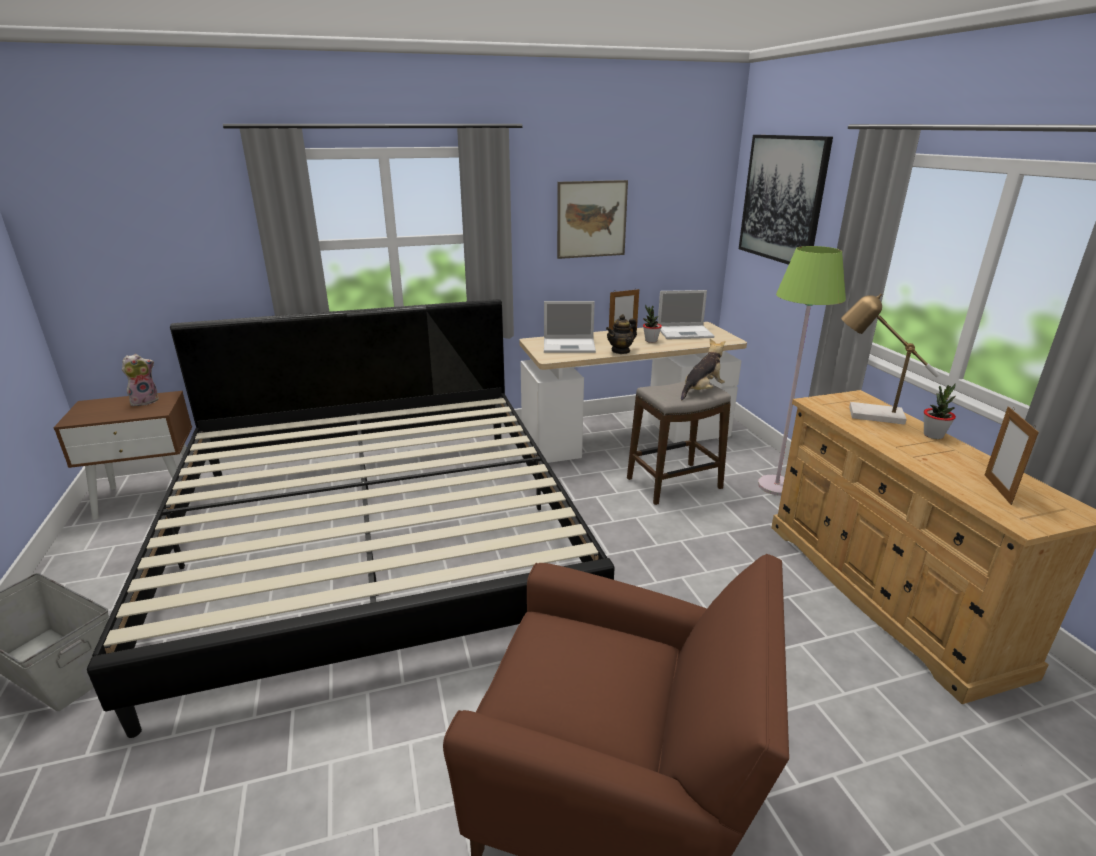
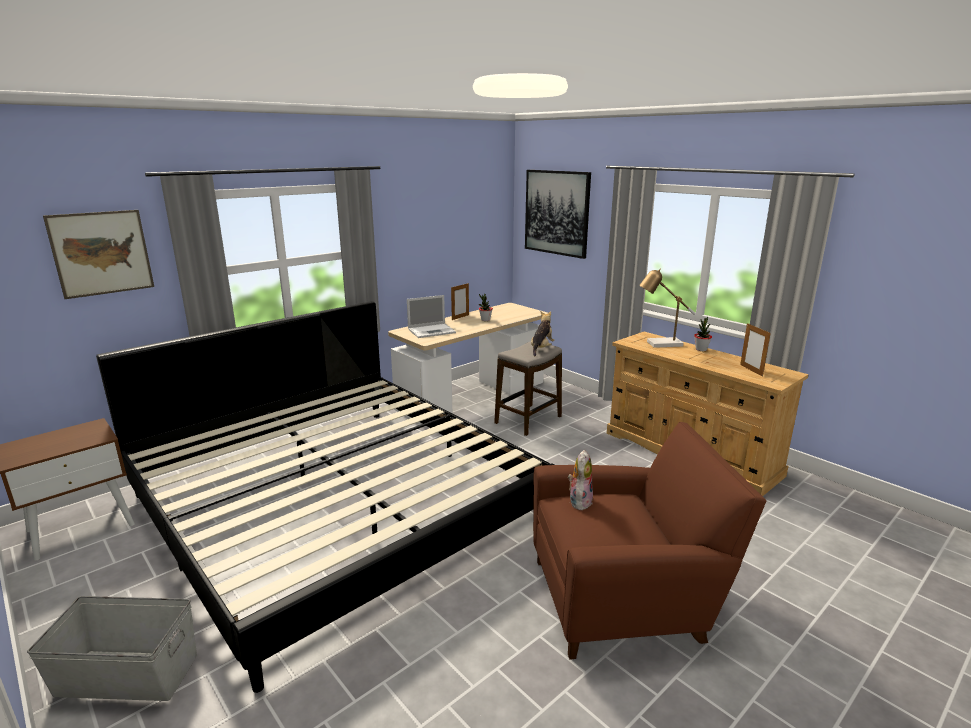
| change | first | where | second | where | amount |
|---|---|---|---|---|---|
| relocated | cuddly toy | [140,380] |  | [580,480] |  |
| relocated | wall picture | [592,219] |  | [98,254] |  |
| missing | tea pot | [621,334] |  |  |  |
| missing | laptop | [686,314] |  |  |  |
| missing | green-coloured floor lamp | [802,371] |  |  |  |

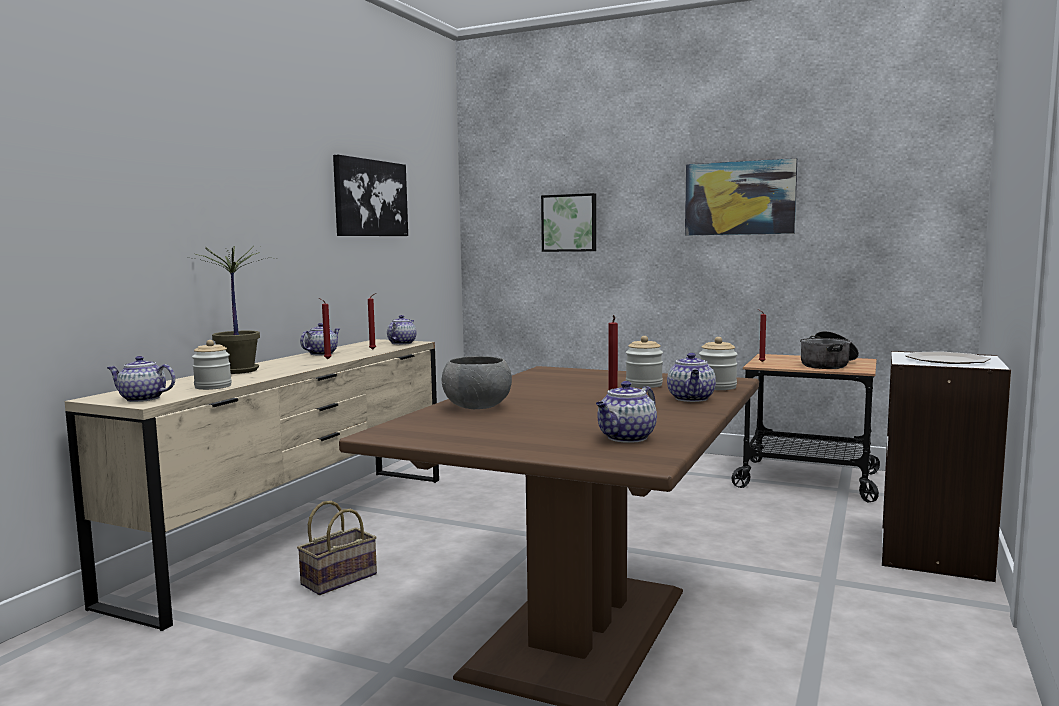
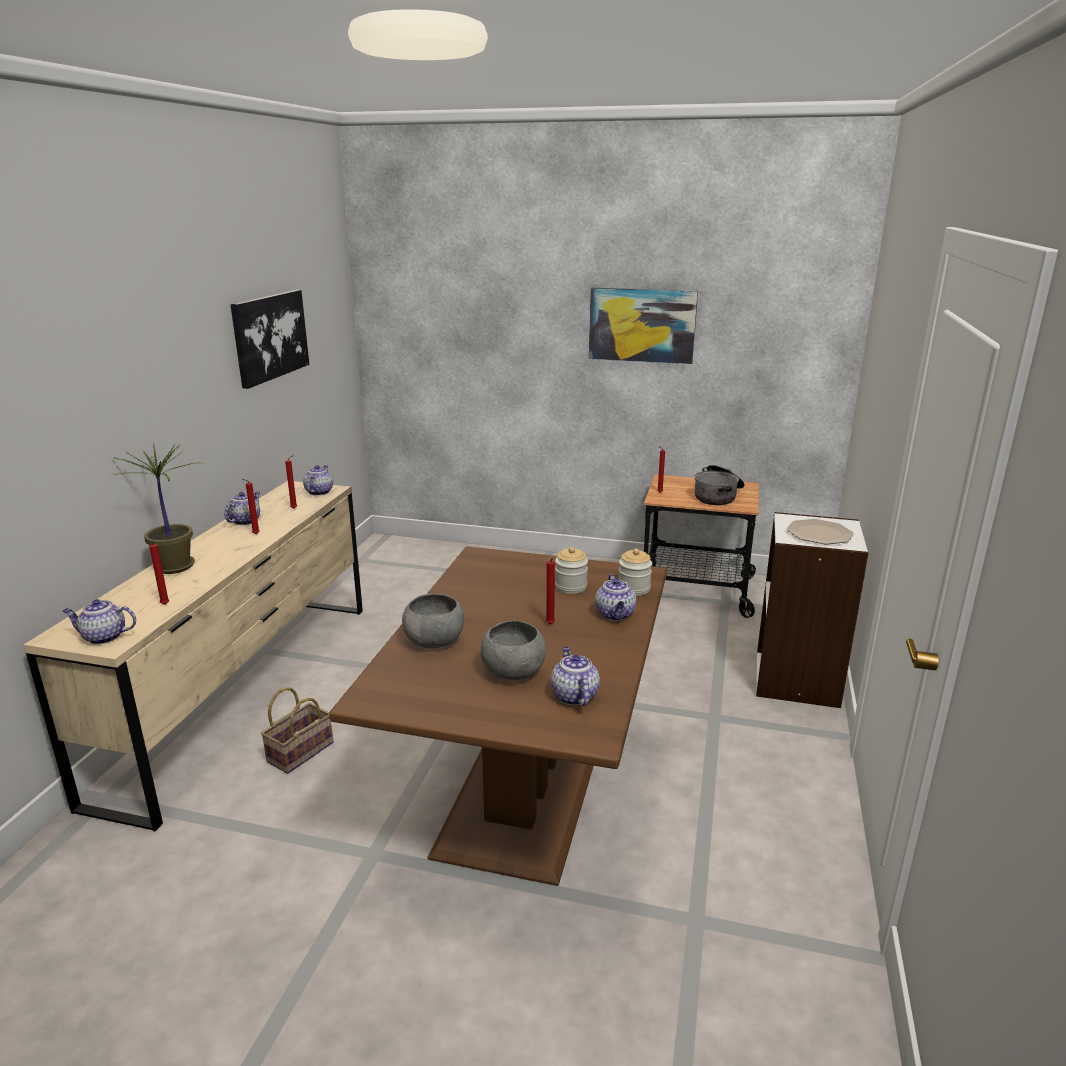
| change | first | where | second | where | amount |
|---|---|---|---|---|---|
| exchanged | storage jar | [212,365] | red wax light | [158,573] |  |
| missing | wall picture | [568,222] |  |  |  |
| spun | tea pot | [626,412] |  | [575,676] | 135 degrees clockwise |
| appeared |  |  | gray serving bowl | [513,650] |  |

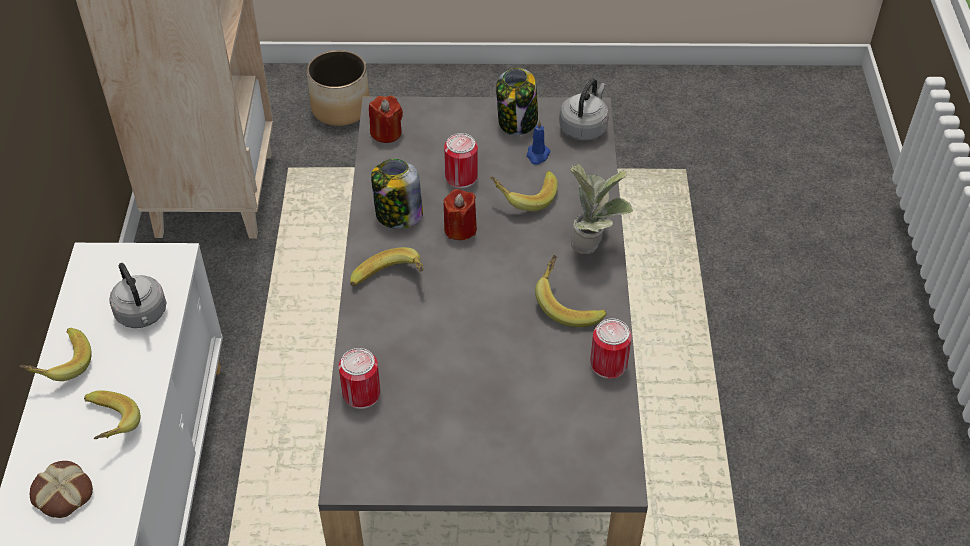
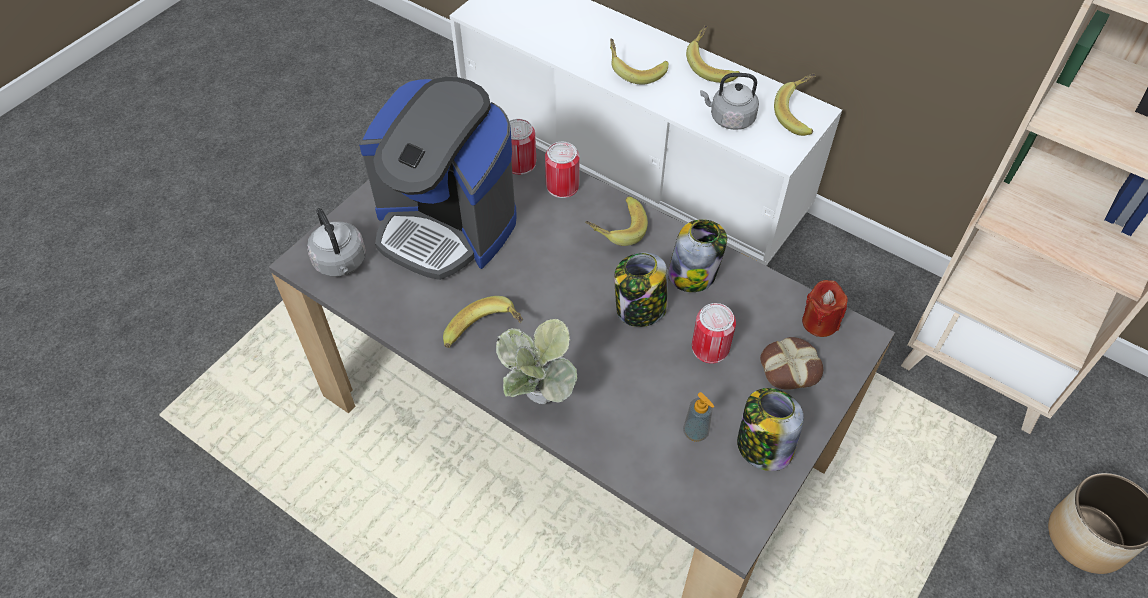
| change | first | where | second | where | amount |
|---|---|---|---|---|---|
| relocated | baked bread | [61,489] |  | [791,363] |  |
| exchanged | red wax light | [460,214] | storage jar | [641,289] |  |
| relocated | whole banana | [524,191] |  | [794,104] |  |
| exchanged | bluish wax light | [539,142] | soap dispenser | [698,417] |  |
| relocated | gray kettle | [584,109] |  | [336,242] |  |
| relocated | metal can | [611,348] |  | [562,170] |  |
| appeared |  |  | coffee machine | [438,178] |  |

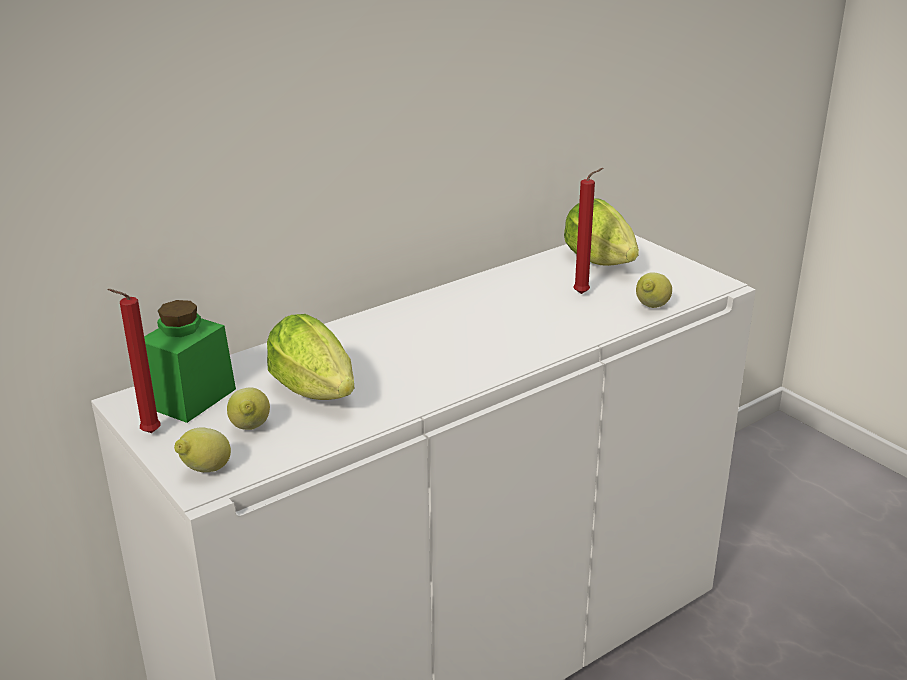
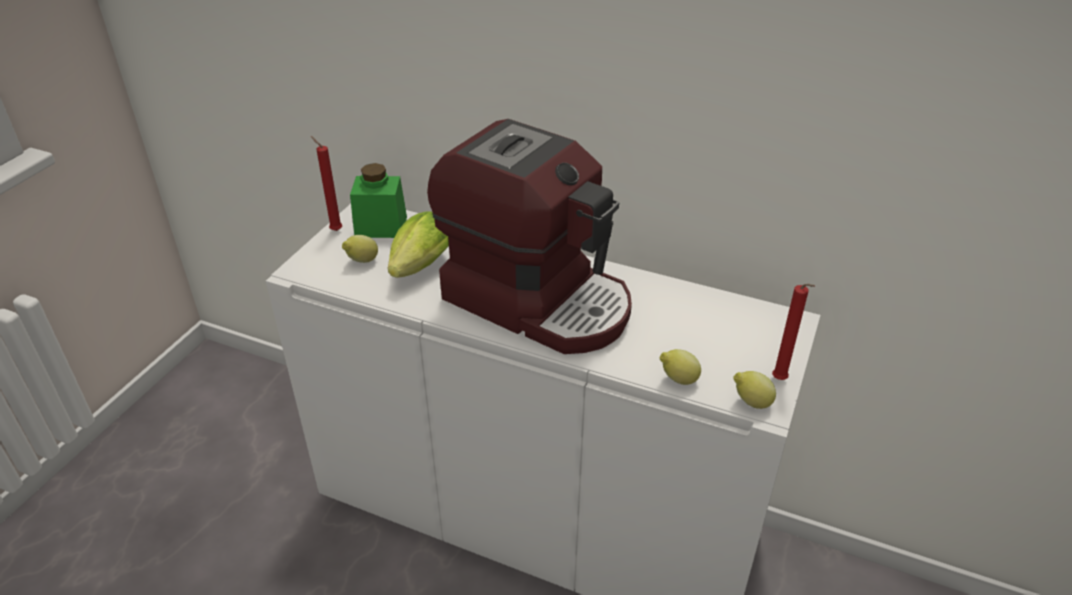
| change | first | where | second | where | amount |
|---|---|---|---|---|---|
| relocated | lemon | [202,450] |  | [754,390] |  |
| missing | lettuce head | [601,232] |  |  |  |
| relocated | red wax light | [588,231] |  | [793,332] |  |
| appeared |  |  | coffee machine | [529,236] |  |

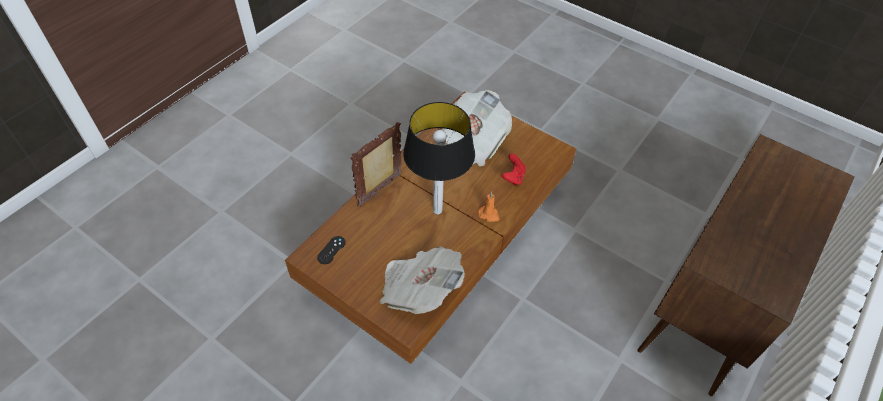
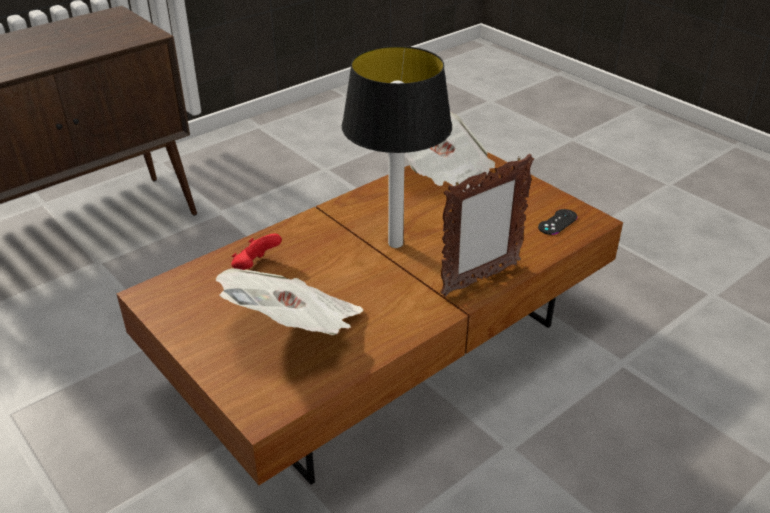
| change | first | where | second | where | amount |
|---|---|---|---|---|---|
| missing | orangey wax light | [489,207] |  |  |  |

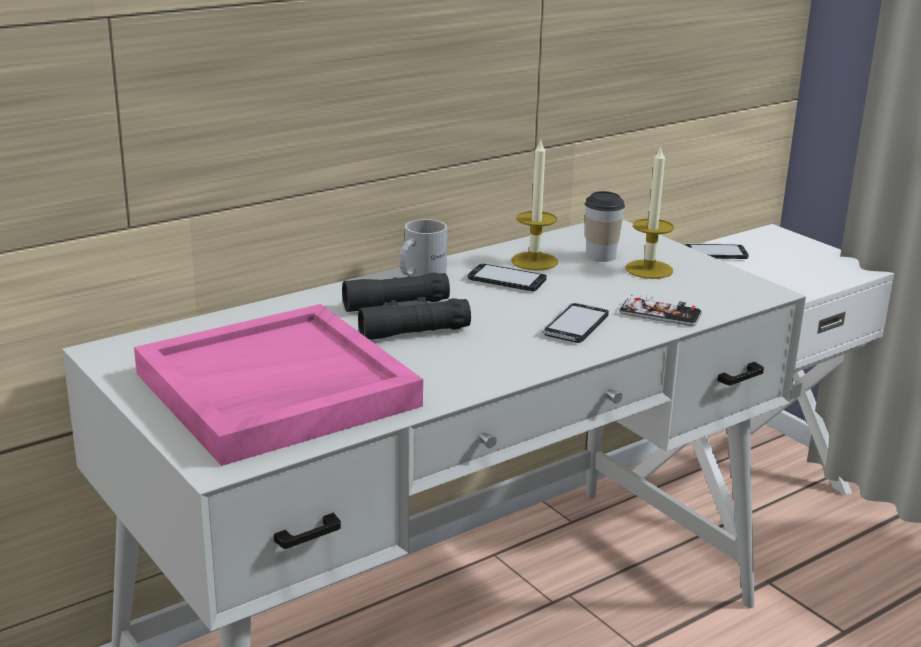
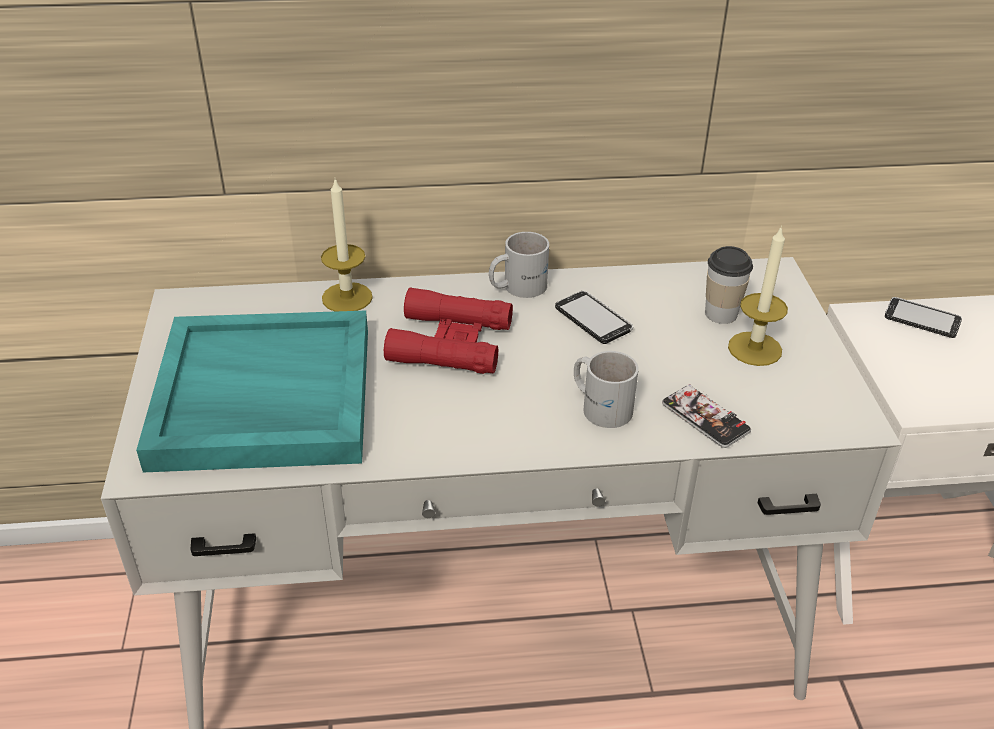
| change | first | where | second | where | amount |
|---|---|---|---|---|---|
| colour | pink-coloured carrying tray | [278,385] | turquoise-coloured carrying tray | [252,392] |  |
| colour | black-coloured binoculars | [406,306] | red binoculars | [448,330] |  |
| relocated | wax light | [534,205] |  | [347,244] |  |
| exchanged | telephone | [575,323] | whitish mug | [606,389] |  |

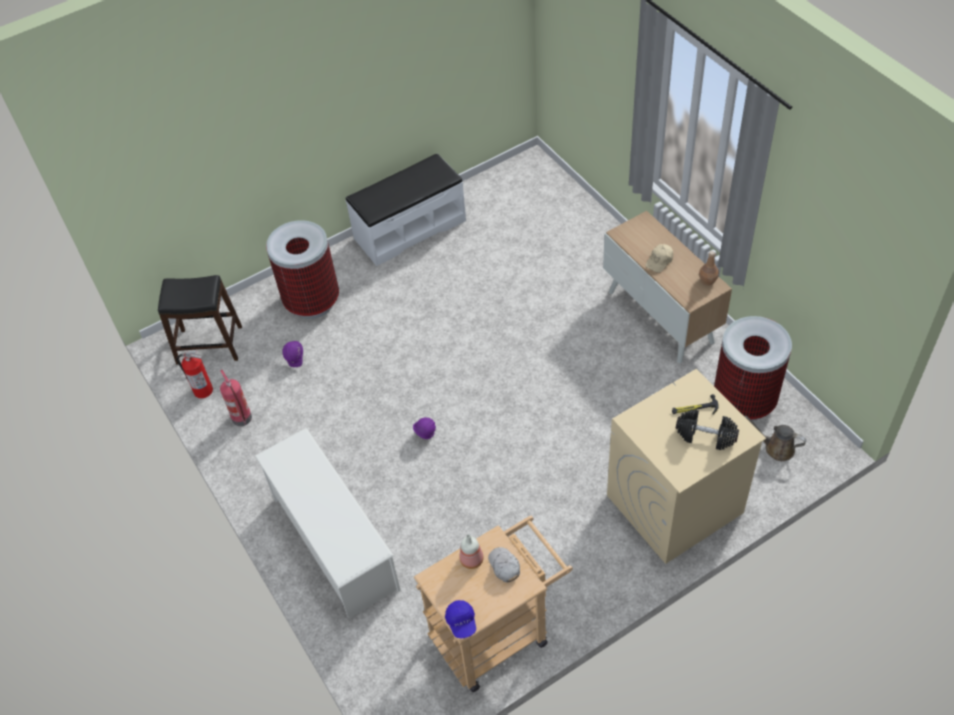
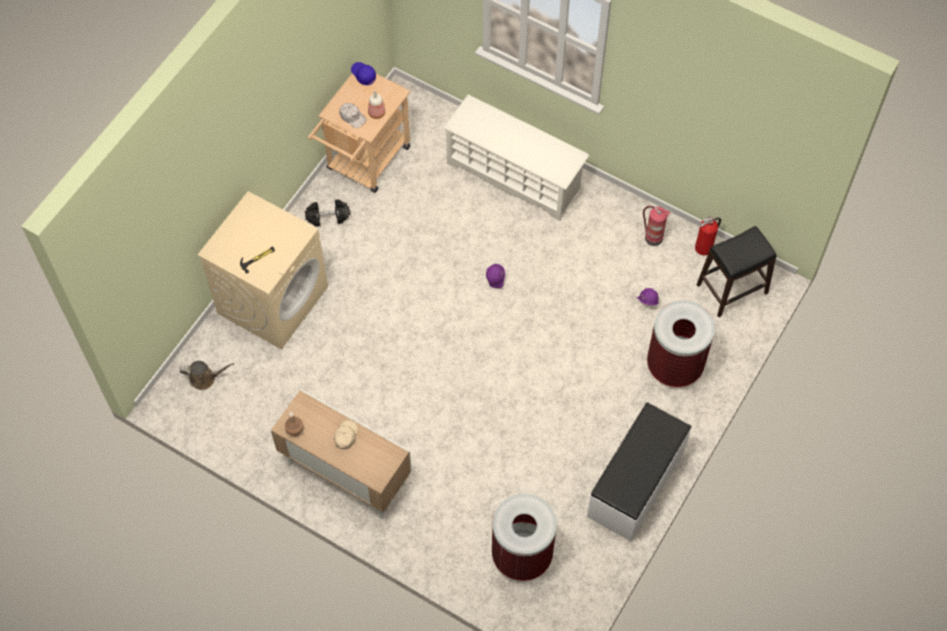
| change | first | where | second | where | amount |
|---|---|---|---|---|---|
| relocated | black-coloured free weight | [707,429] |  | [327,213] |  |
| relocated | waste bin | [753,368] |  | [524,537] |  |

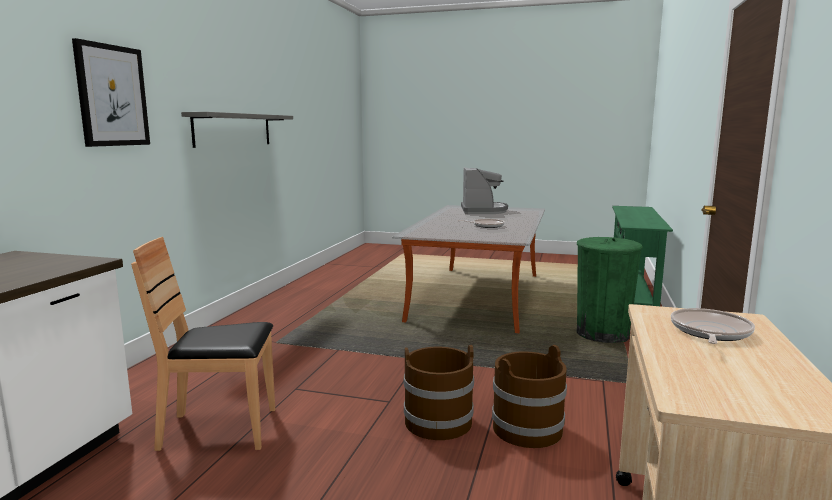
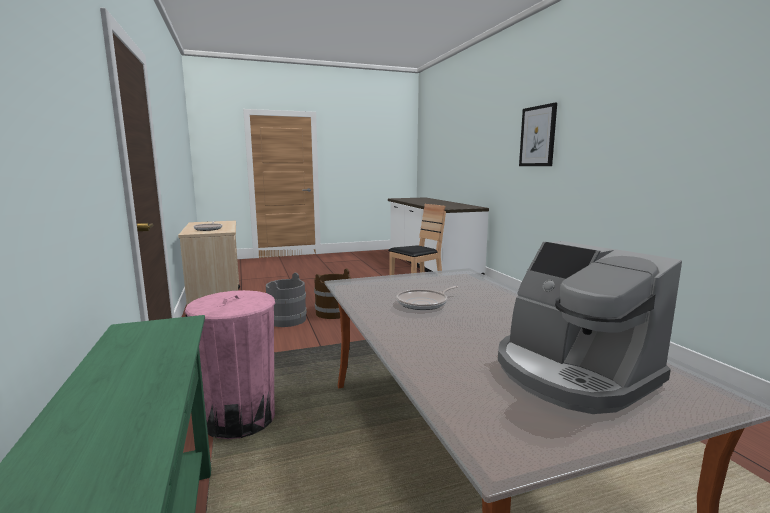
| change | first | where | second | where | amount |
|---|---|---|---|---|---|
| missing | gray bracket shelf | [237,130] |  |  |  |
| colour | brown pail | [529,396] | gray pail | [286,300] |  |
| colour | green-coloured waste bin | [610,290] | pink-coloured waste bin | [230,364] |  |

